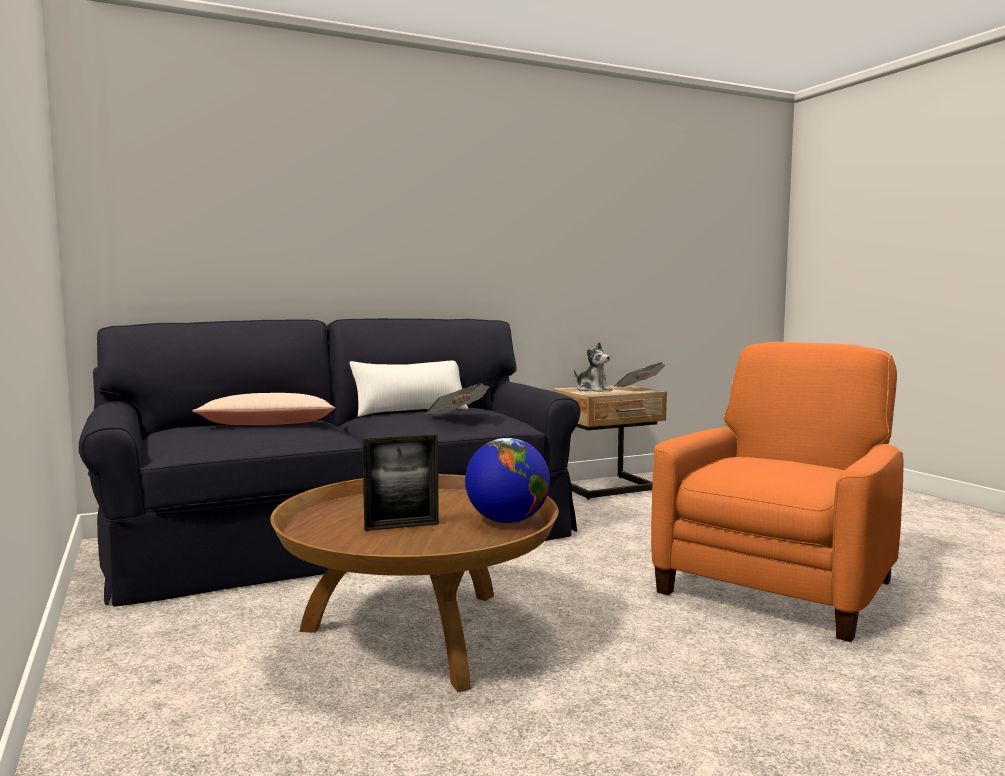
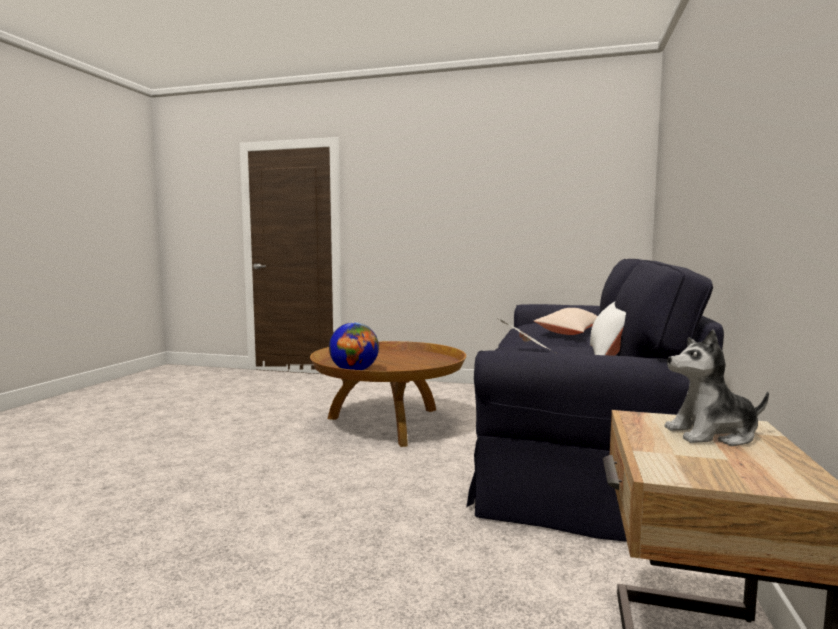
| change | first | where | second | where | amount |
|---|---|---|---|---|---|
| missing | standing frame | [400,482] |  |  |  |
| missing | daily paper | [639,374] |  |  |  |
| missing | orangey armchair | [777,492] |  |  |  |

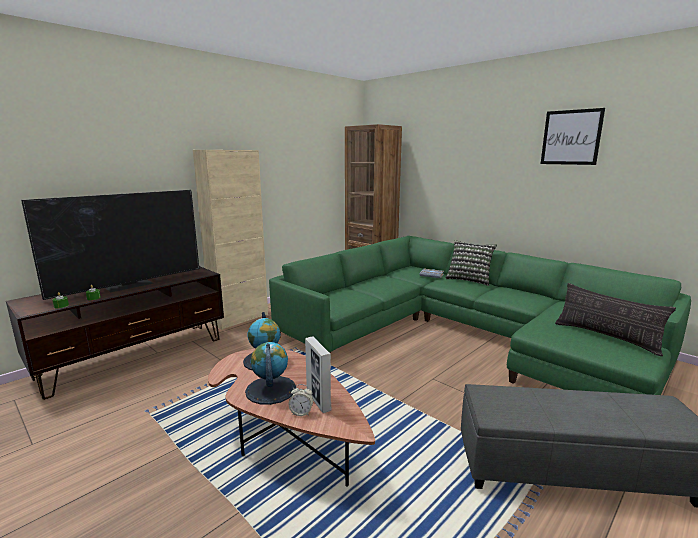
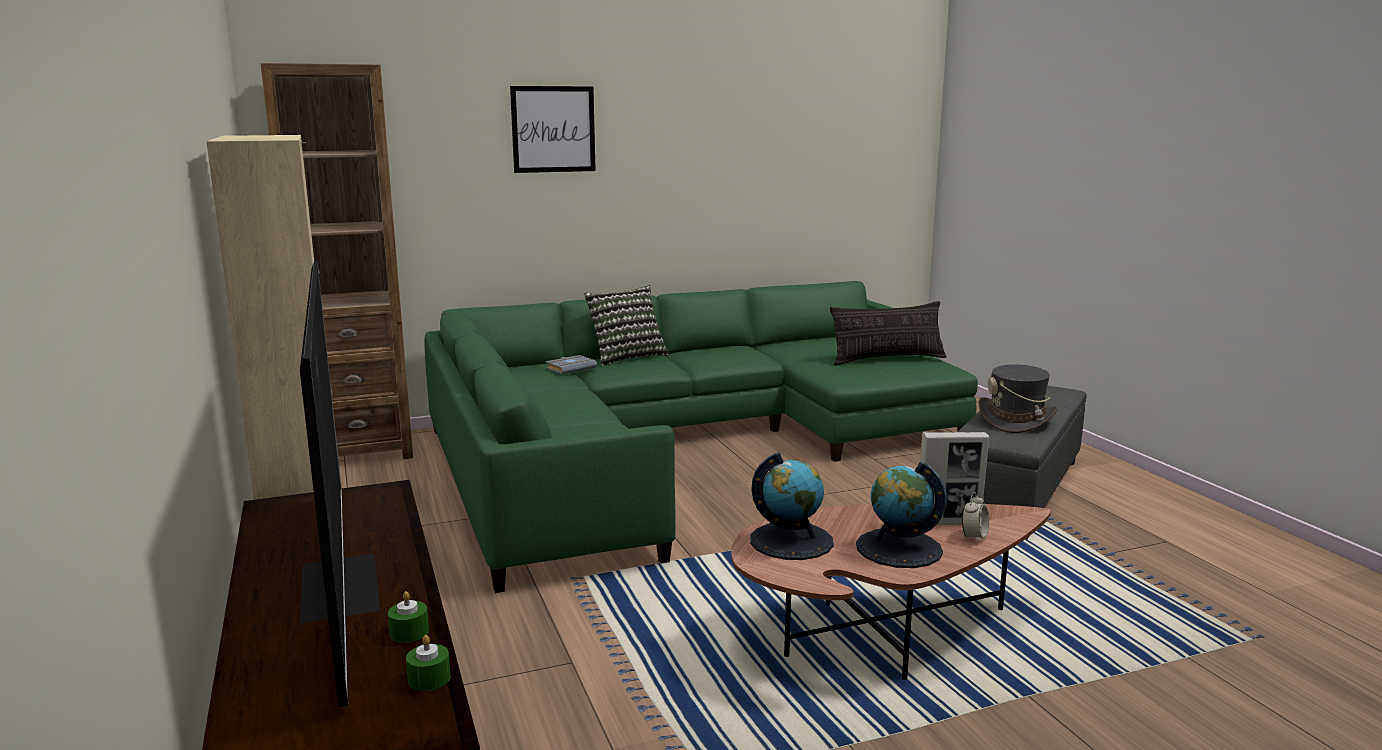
| change | first | where | second | where | amount |
|---|---|---|---|---|---|
| relocated | wall picture | [573,136] |  | [553,129] |  |
| appeared |  |  | gray clothing hat | [1018,398] |  |

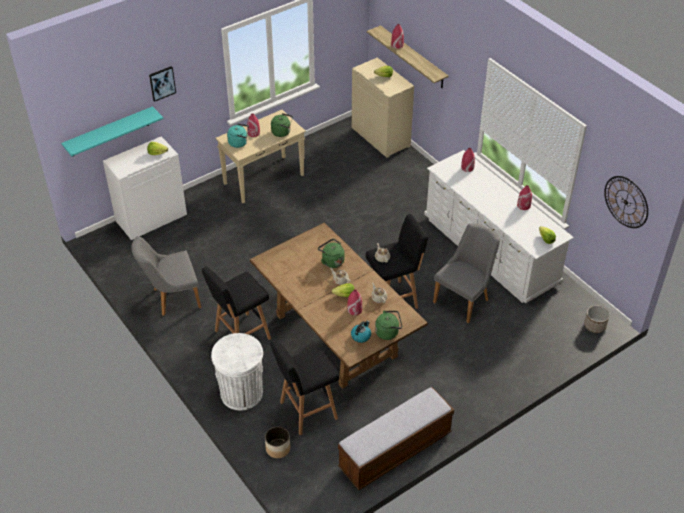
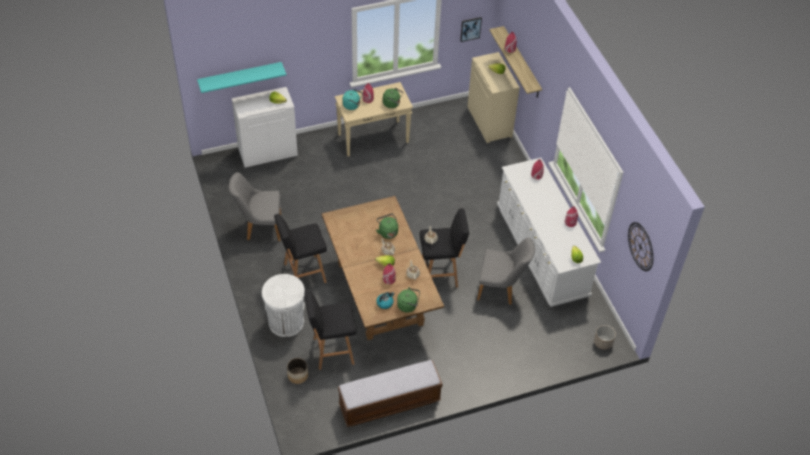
| change | first | where | second | where | amount |
|---|---|---|---|---|---|
| relocated | wall picture | [162,84] |  | [471,29] |  |
| spun | gray plain chair | [466,273] |  | [506,271] | 45 degrees clockwise |

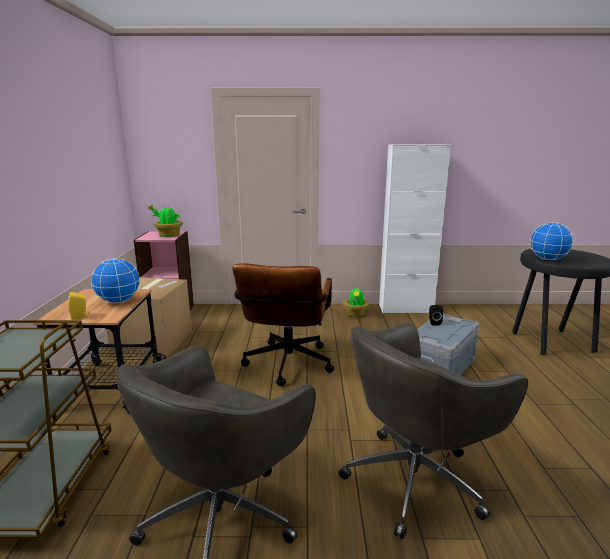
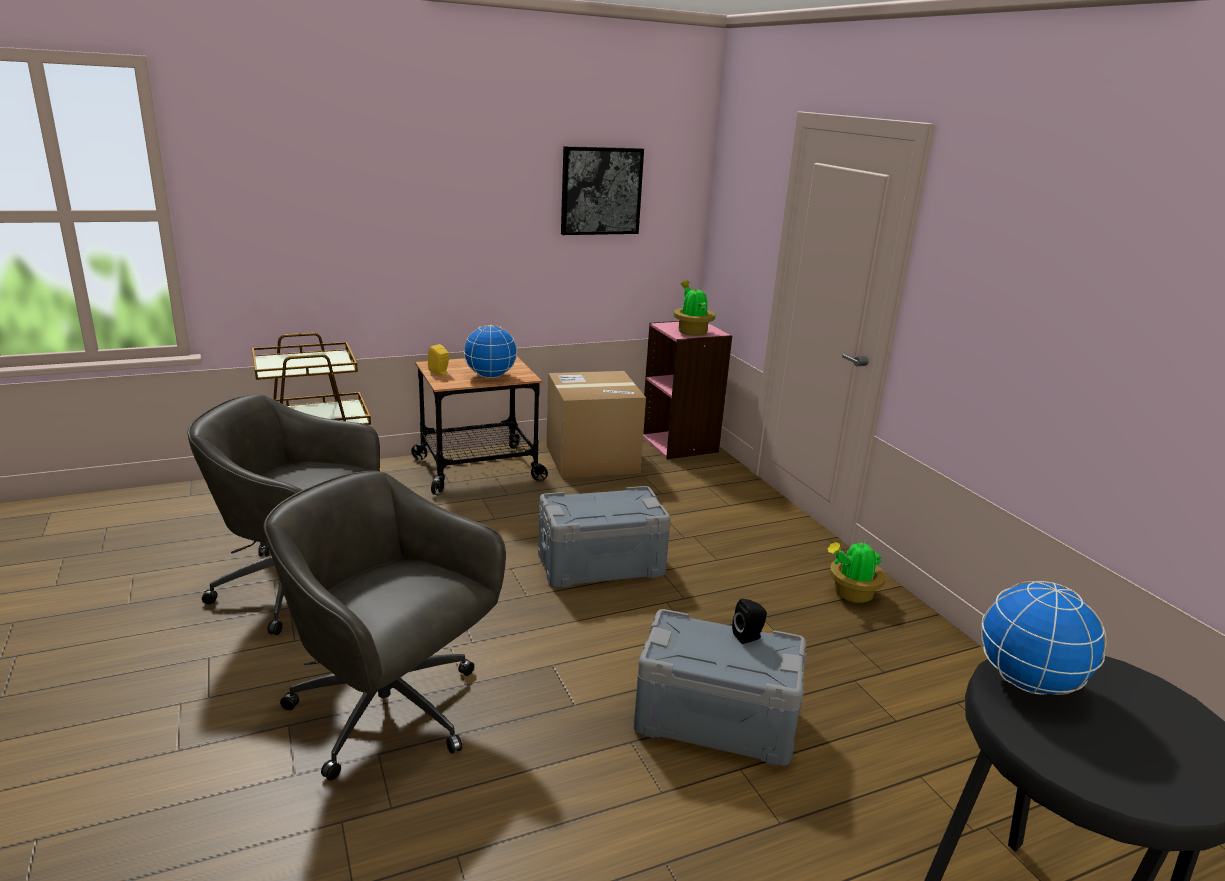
| change | first | where | second | where | amount |
|---|---|---|---|---|---|
| exchanged | brown office chair | [283,324] | gray storage box | [604,537] |  |
| missing | whitish storage cabinet | [415,229] |  |  |  |
| appeared |  |  | wall picture | [602,190] |  |

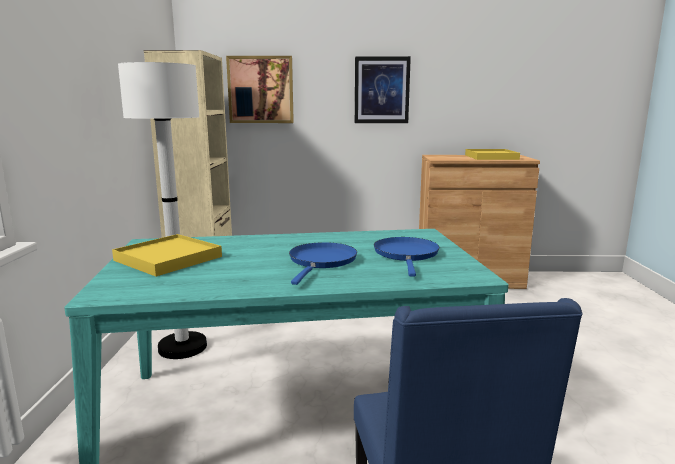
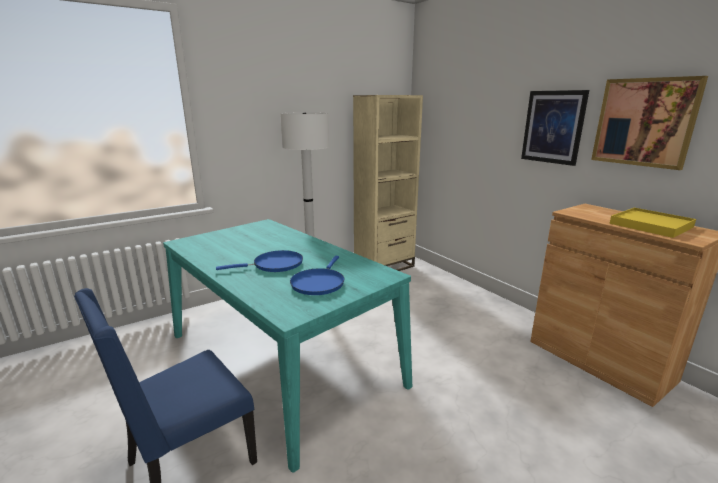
| change | first | where | second | where | amount |
|---|---|---|---|---|---|
| missing | yellow carrying tray | [167,255] |  |  |  |
| relocated | wall picture | [260,89] |  | [649,123] |  |
| spun | bluish skillet | [407,257] |  | [317,275] | 135 degrees clockwise |

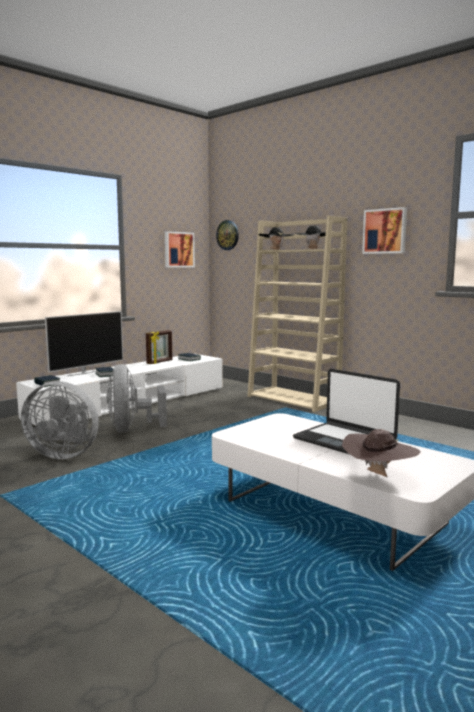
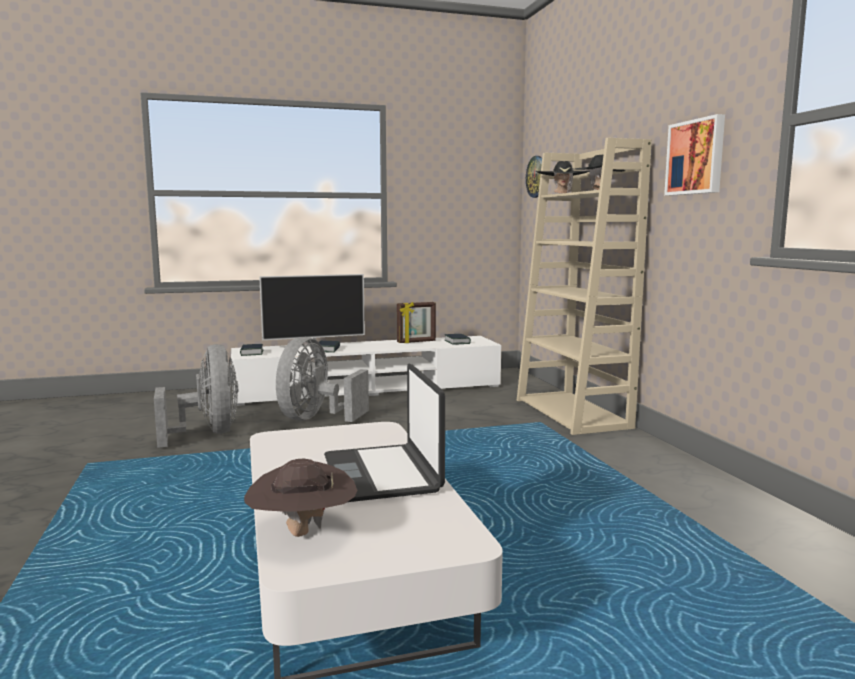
| change | first | where | second | where | amount |
|---|---|---|---|---|---|
| spun | gray fan | [60,420] |  | [196,396] | 150 degrees counterclockwise |
| missing | wall picture | [180,249] |  |  |  |

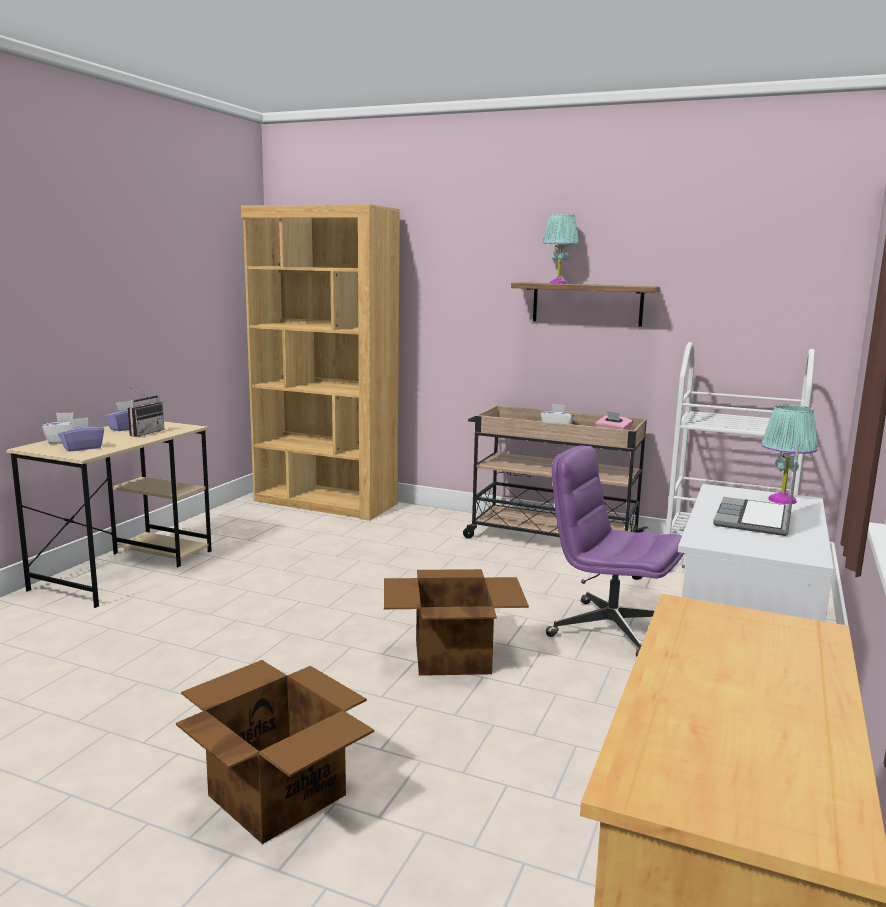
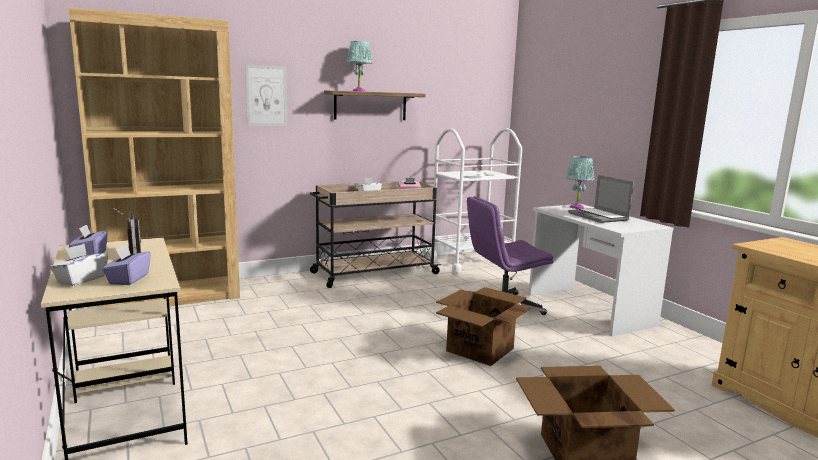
| change | first | where | second | where | amount |
|---|---|---|---|---|---|
| appeared |  |  | wall picture | [266,95] |  |

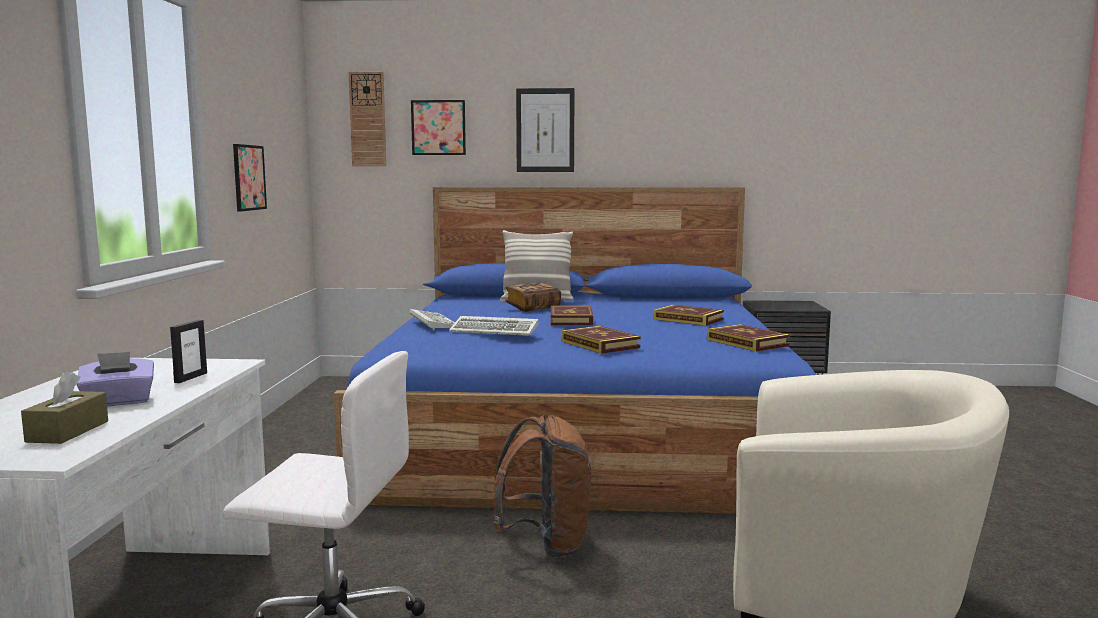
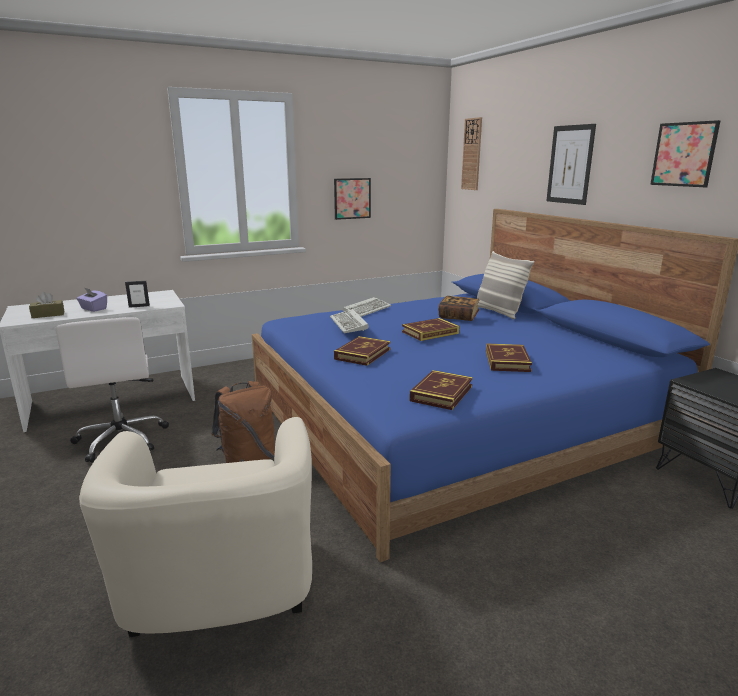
| change | first | where | second | where | amount |
|---|---|---|---|---|---|
| relocated | wall picture | [438,127] |  | [685,153] |  |

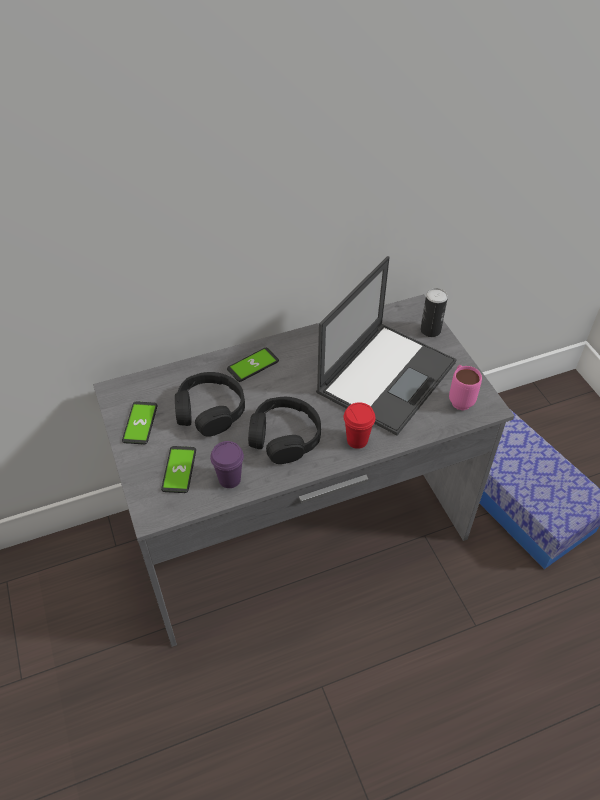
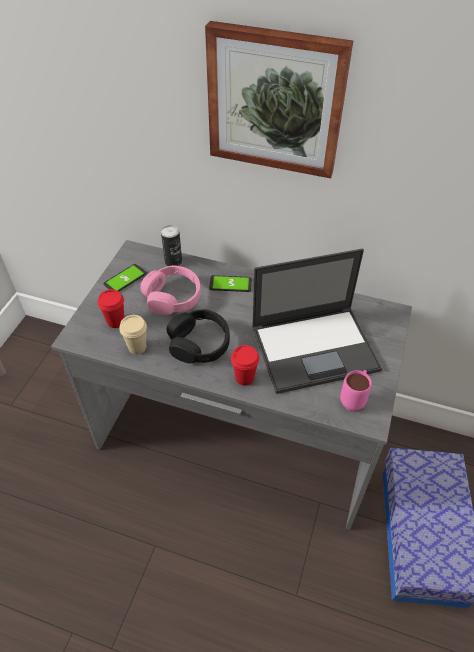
| change | first | where | second | where | amount |
|---|---|---|---|---|---|
| exchanged | telephone | [178,469] | red drinking cup | [111,308] |  |
| colour | black-coloured headset | [210,404] | pink-coloured headset | [170,290] |  |
| colour | purple-coloured drinking cup | [227,464] | beige drinking cup | [133,334] |  |
| relocated | metal can | [434,312] |  | [171,245] |  |
| appeared |  |  | wall picture | [279,99] |  |

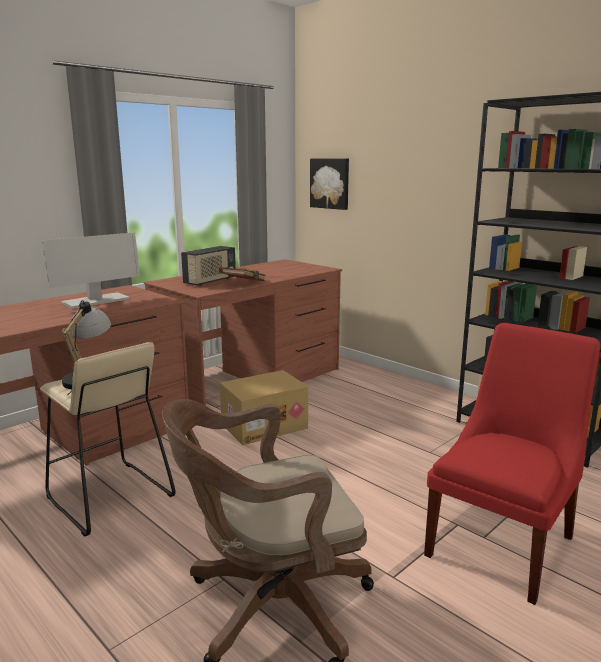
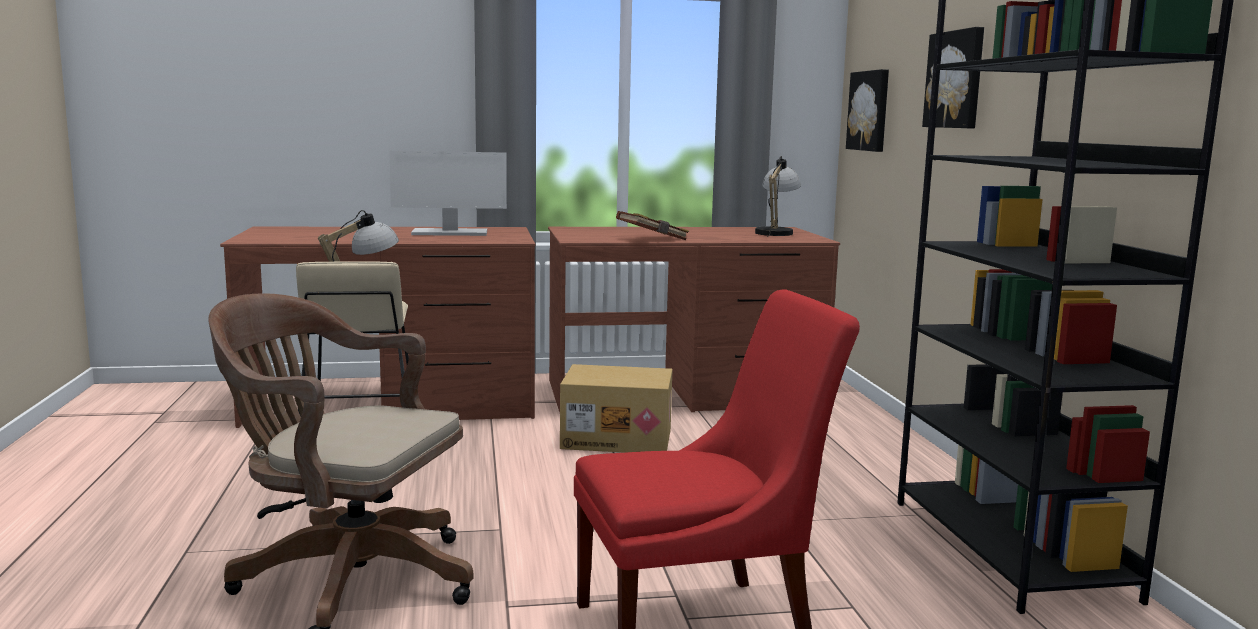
| change | first | where | second | where | amount |
|---|---|---|---|---|---|
| missing | radio | [208,266] |  |  |  |
| appeared |  |  | tabletop lamp | [778,196] |  |
| appeared |  |  | wall picture | [953,77] |  |

